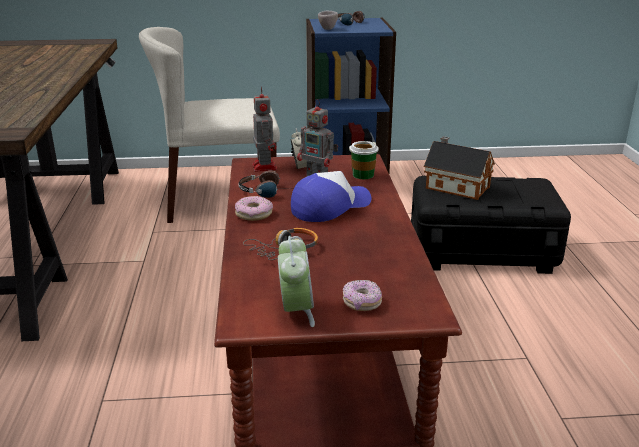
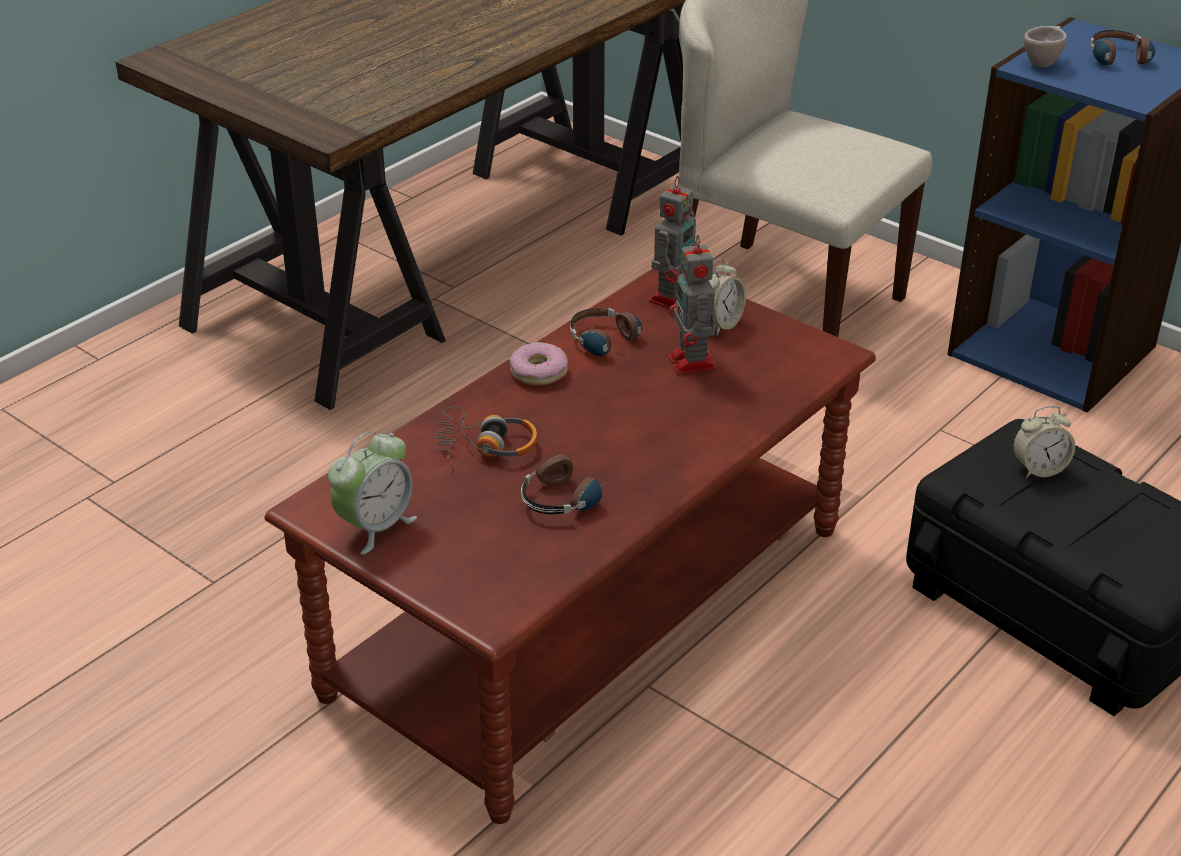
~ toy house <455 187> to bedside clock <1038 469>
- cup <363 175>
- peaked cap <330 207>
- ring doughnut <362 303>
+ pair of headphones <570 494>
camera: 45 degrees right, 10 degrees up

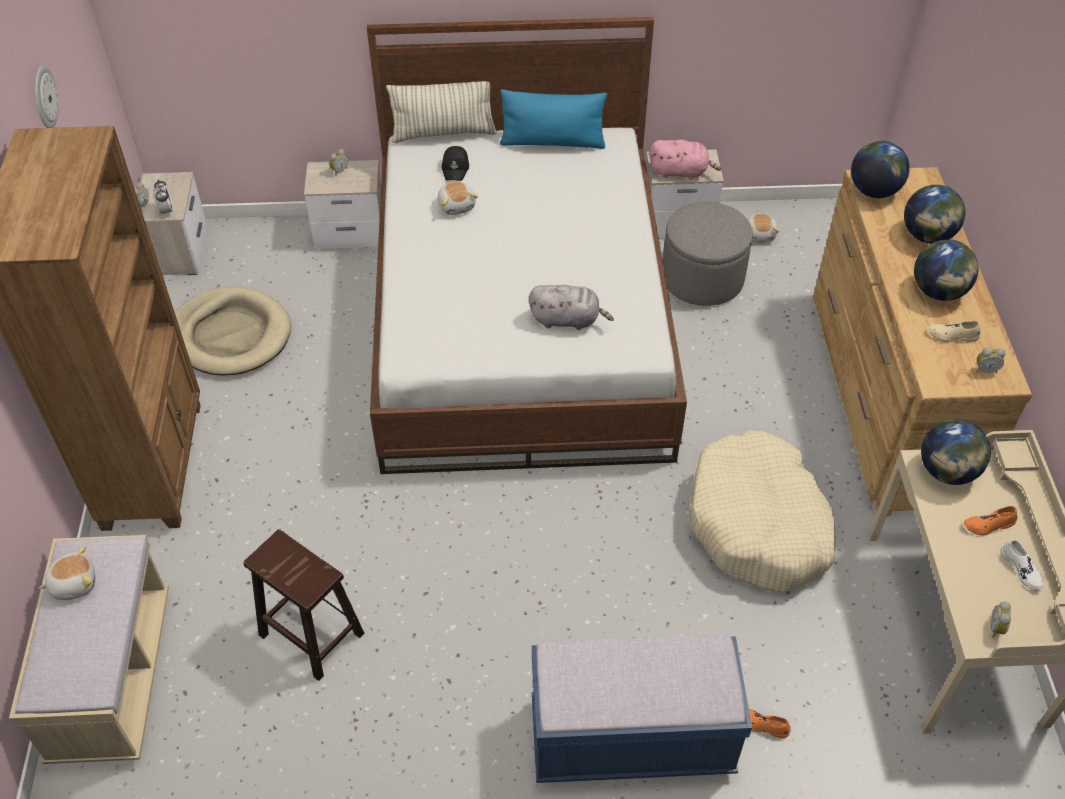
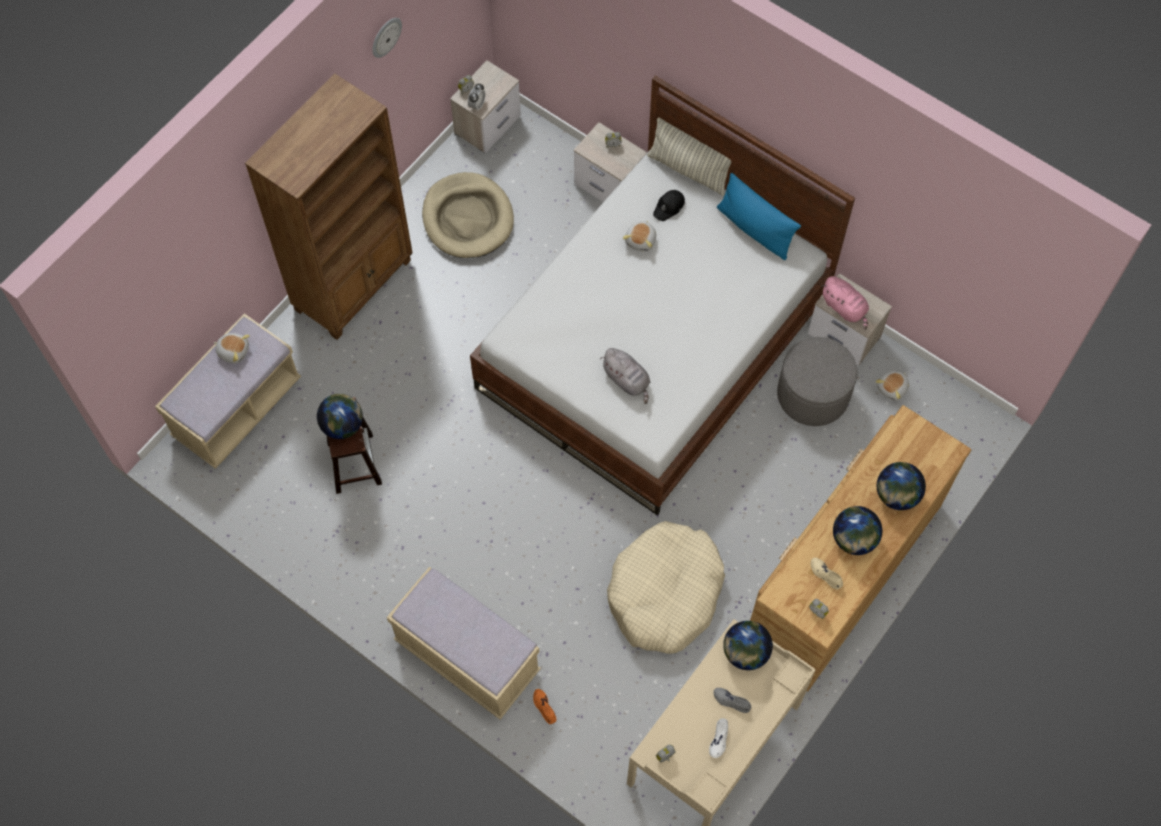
~ world globe <873 191> to <343 425>
~ orangey shoe <988 525> to grey shoe <731 701>
~ blue bench <631 739> to sand-coloured bench <467 657>
camera: 40 degrees right, 15 degrees up

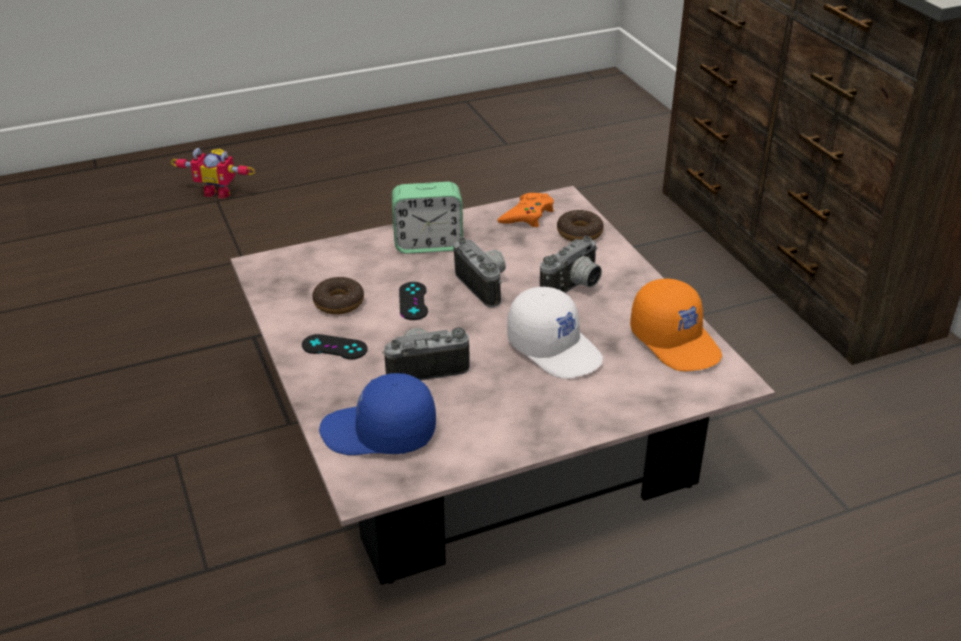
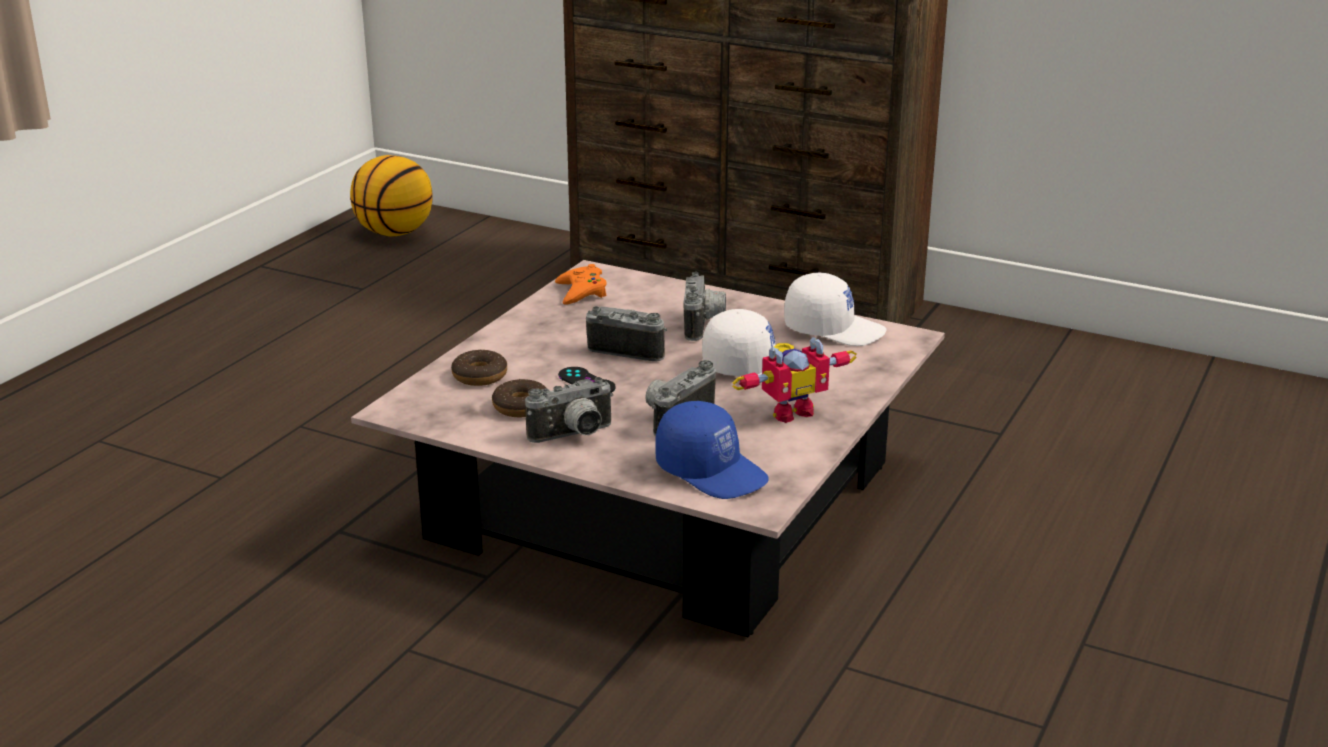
~ robot figure <219 191> to <789 411>
- bedside clock <428 244>
~ ring doughnut <579 233> to <480 376>
~ orangey peaked cap <676 341> to white-coloured peaked cap <834 329>
~ black game controller <334 347> to still camera <574 436>
~ blue peaked cap <378 433> = <712 471> 105 degrees counterclockwise
+ basketball ball <395 233>
camera: 40 degrees left, 10 degrees down

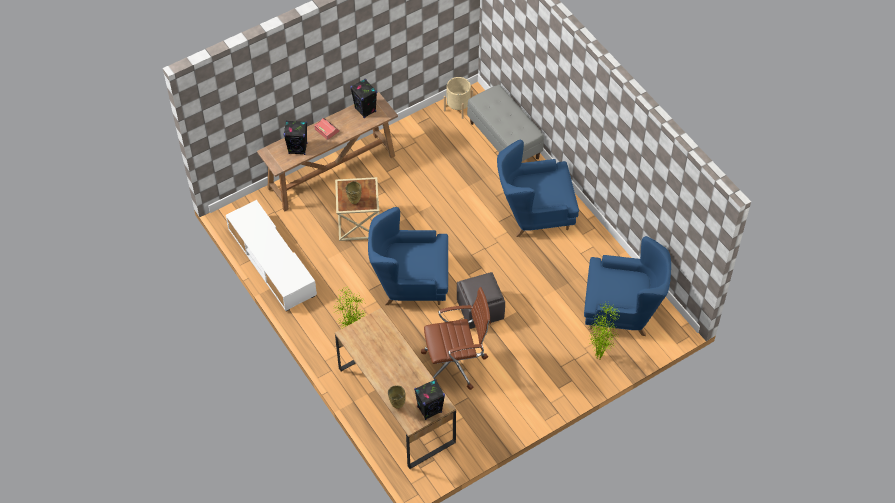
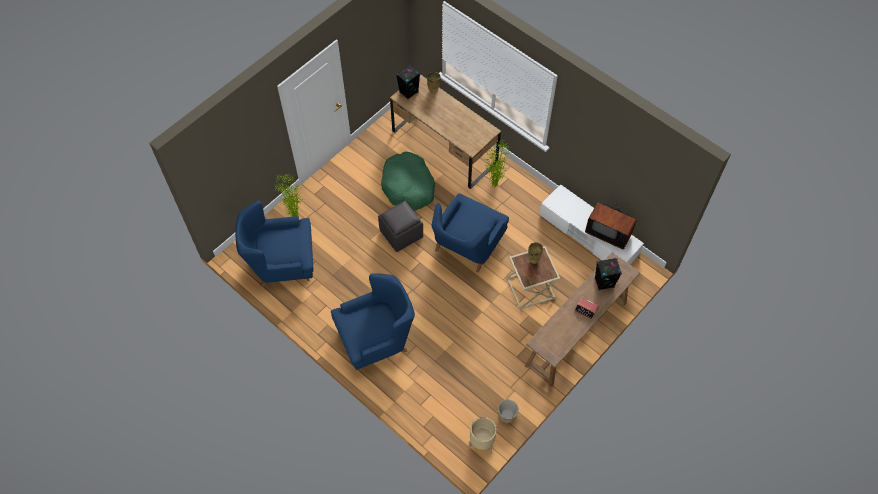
- black speaker <365 110>
- grey bench <505 140>
~ blue easy chair <410 281> = <467 245> 135 degrees clockwise
~ brown computer chair <456 363> to green pet bed <408 187>
+ TV <608 231>
+ plant pot <507 415>
camera: 165 degrees right, 5 degrees up

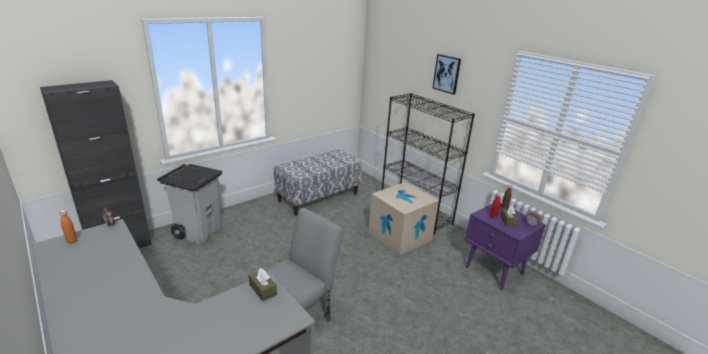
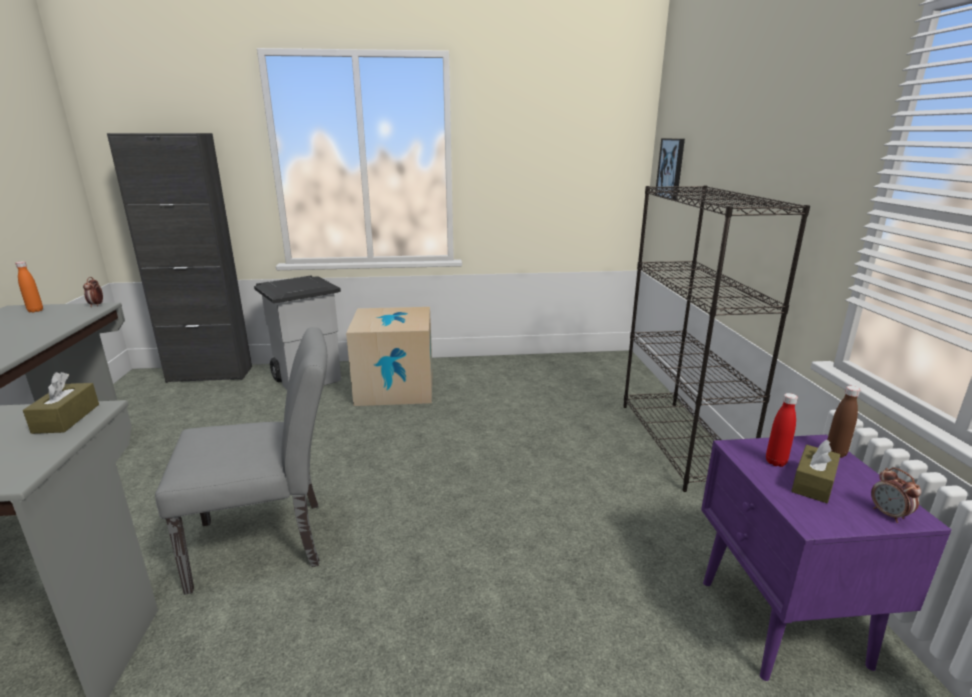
~ wall picture <447 74> to <671 168>
- bench <318 197>
~ cardboard box <400 236> to <395 387>
camera: 35 degrees right, 5 degrees down

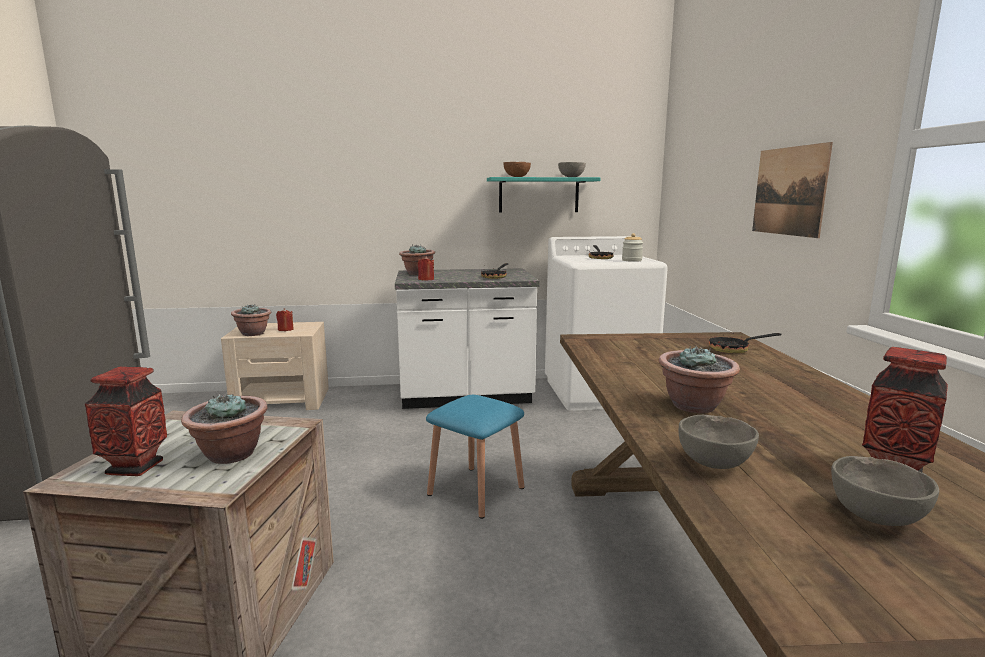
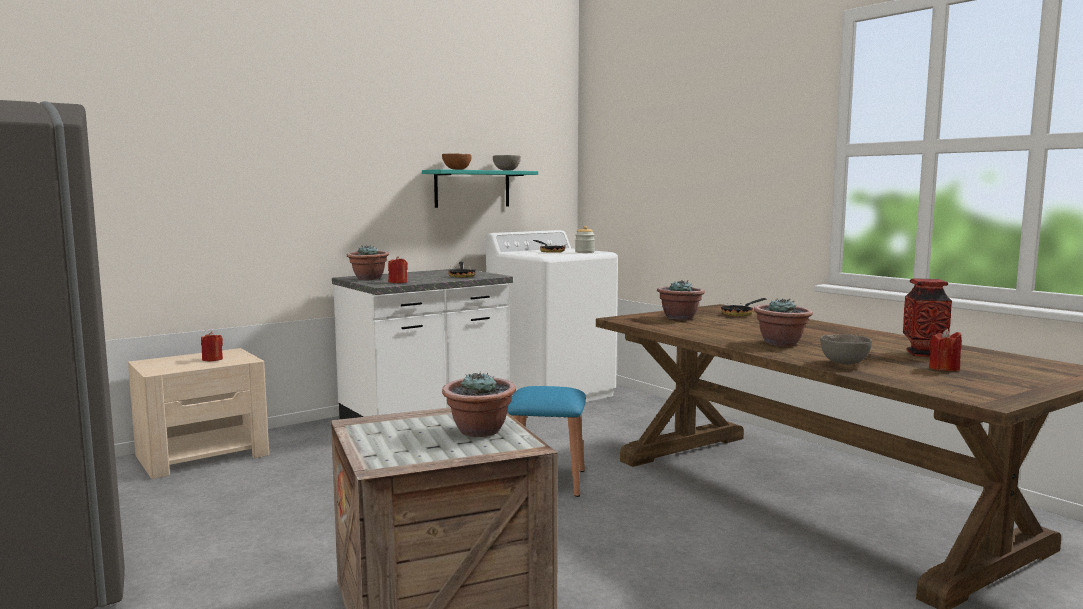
- wall picture <789 191>
~ plant in a pot <253 333> to <679 318>
- flower vase <135 467>
~ grey deep dish <877 517> to red-coloured wax light <944 368>
camera: 30 degrees left, 5 degrees down

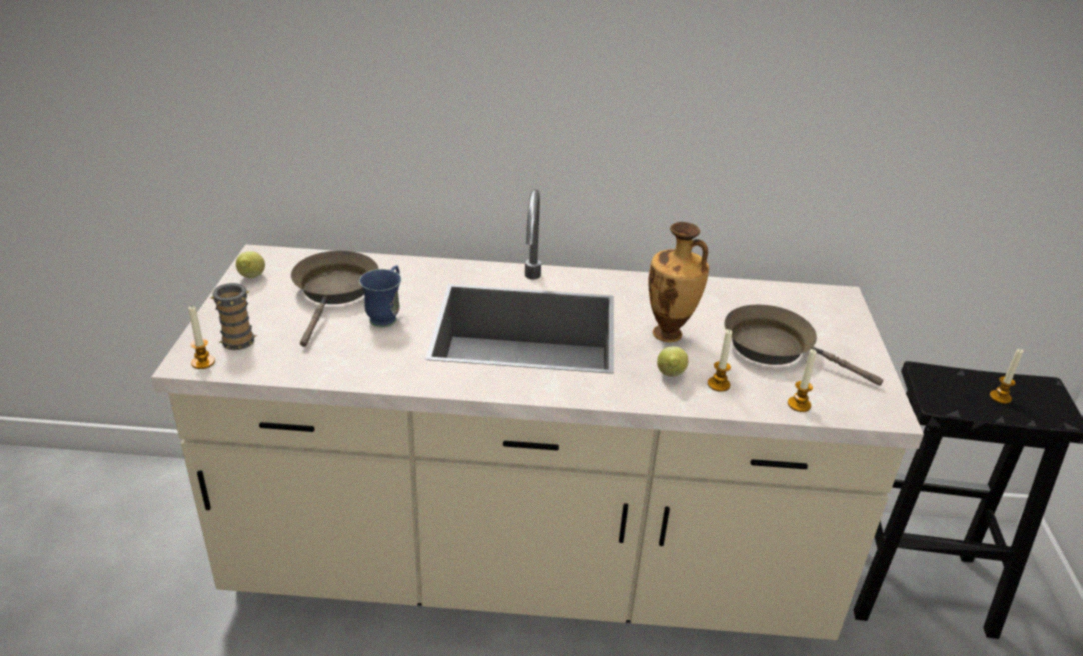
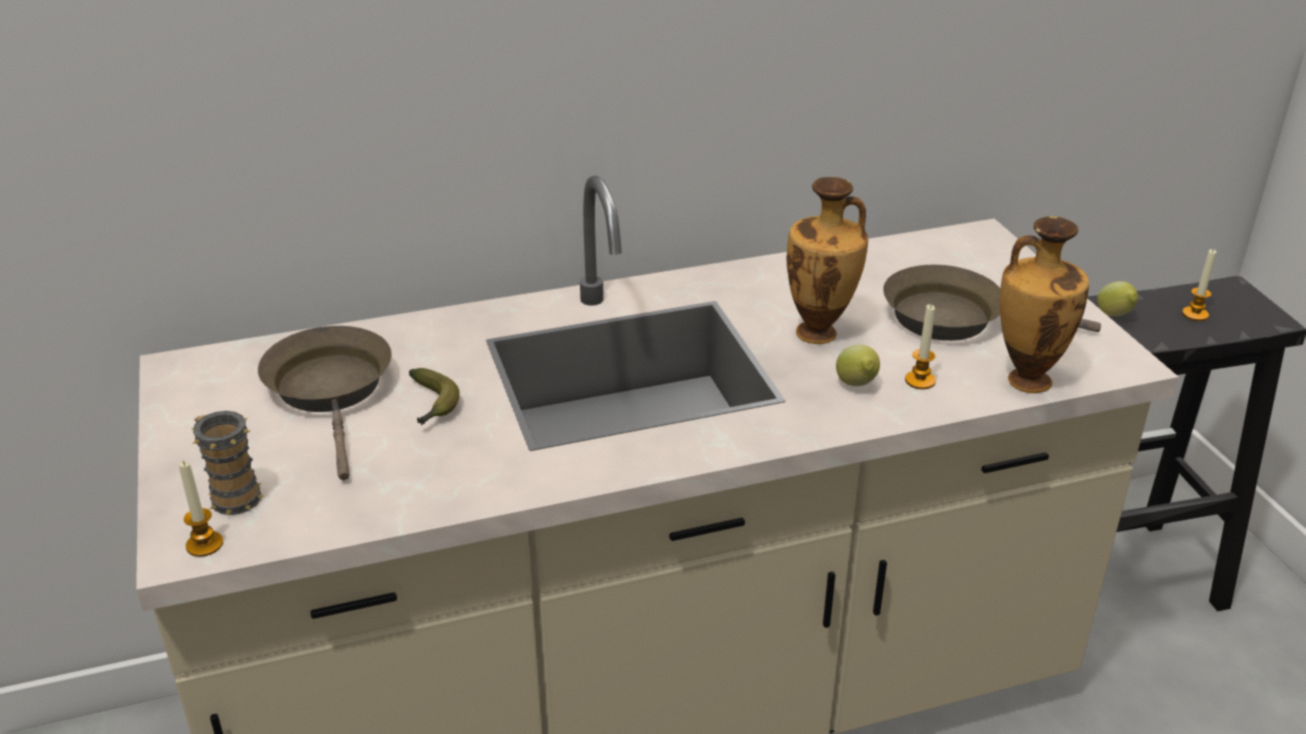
~ citrus fruit <251 278> to <1115 316>
~ blue tea mug <386 316> to whole banana <432 405>
~ wax light <799 404> to flower vase <1026 380>
camera: 20 degrees left, 0 degrees up

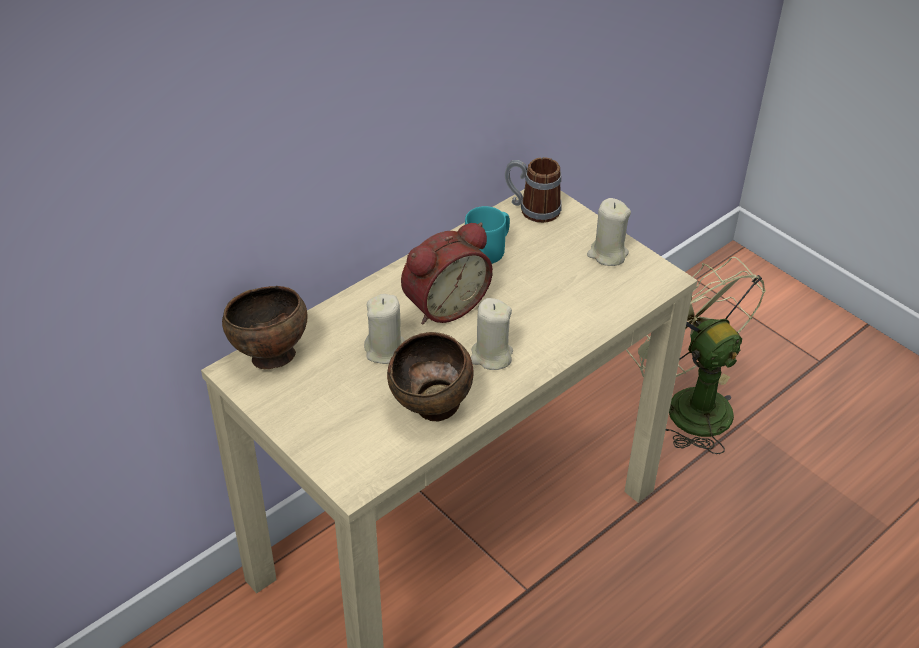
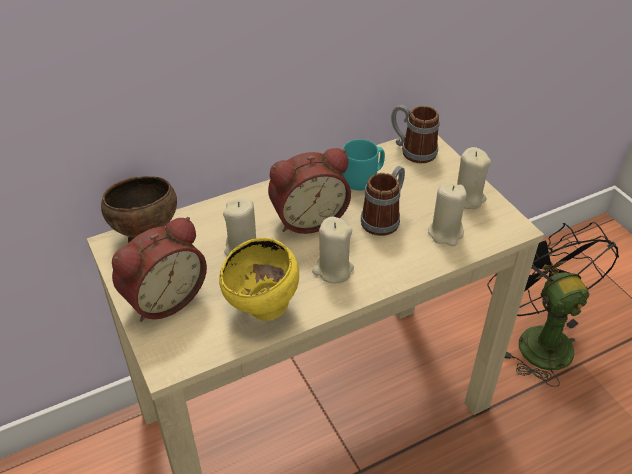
~ green fan <687 404> to black fan <536 339>
~ brown deep dish <432 409> to yellowish deep dish <263 308>
+ tea mug <384 218>
+ sand-coloured wax light <445 233>
+ bedside clock <163 298>
camera: 15 degrees right, 0 degrees up

